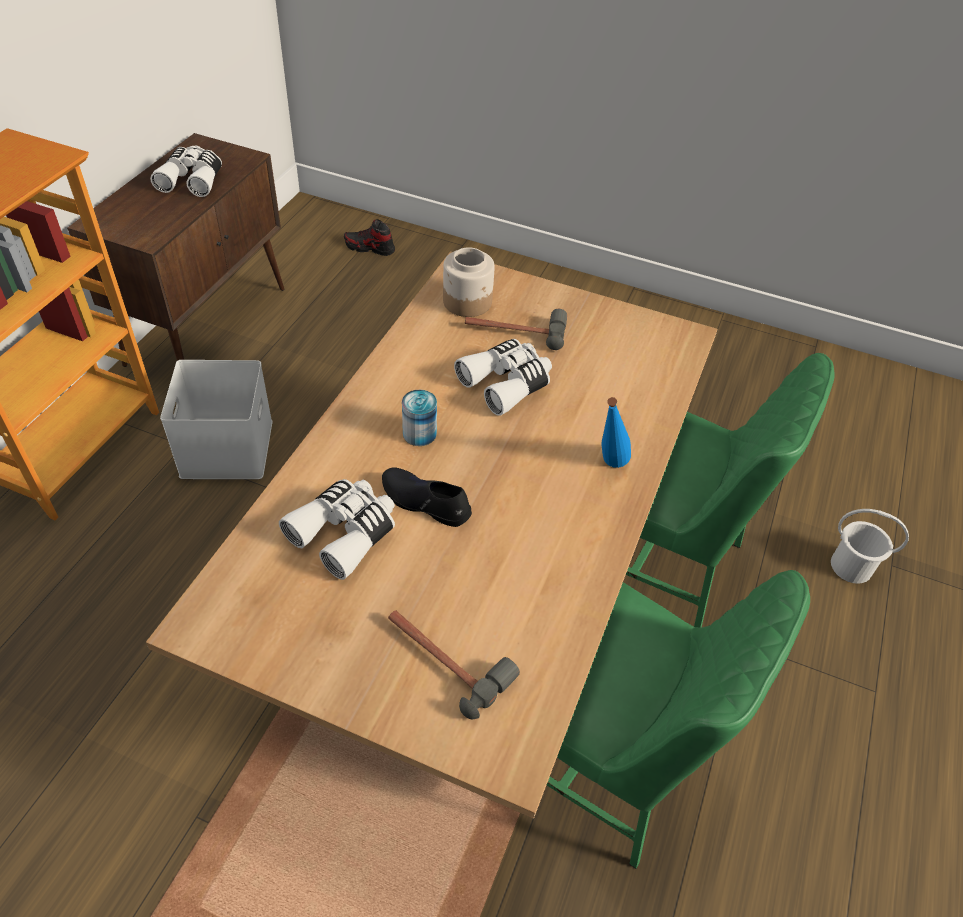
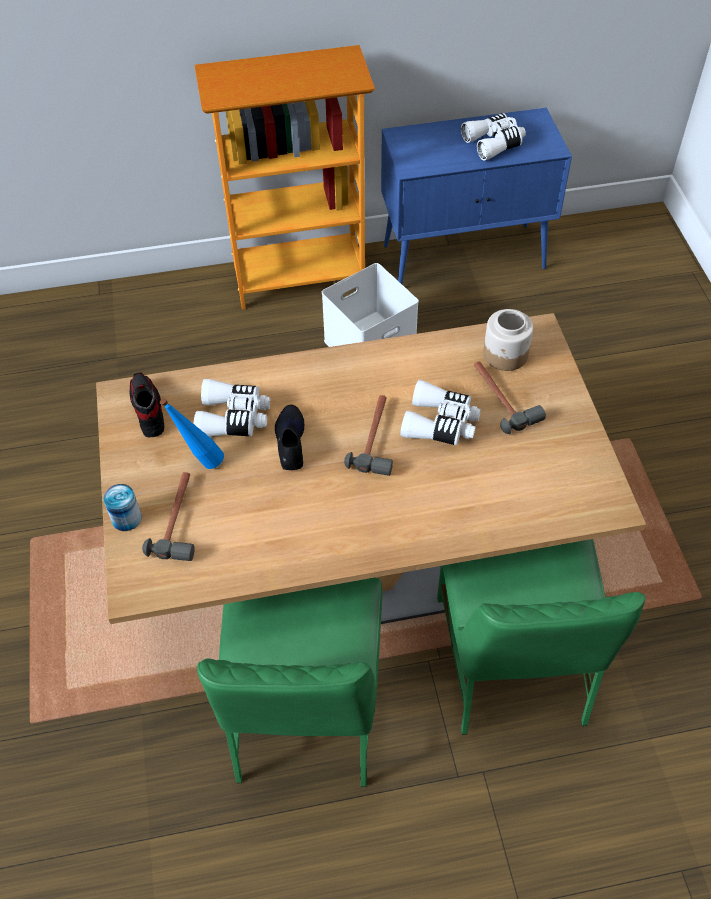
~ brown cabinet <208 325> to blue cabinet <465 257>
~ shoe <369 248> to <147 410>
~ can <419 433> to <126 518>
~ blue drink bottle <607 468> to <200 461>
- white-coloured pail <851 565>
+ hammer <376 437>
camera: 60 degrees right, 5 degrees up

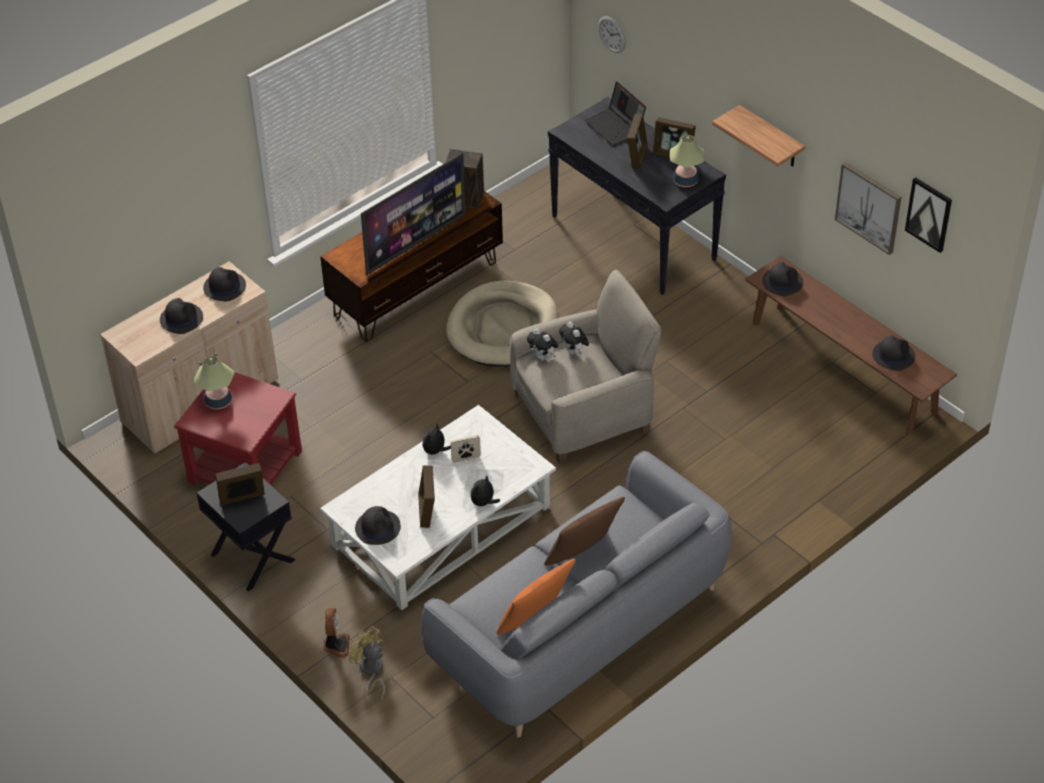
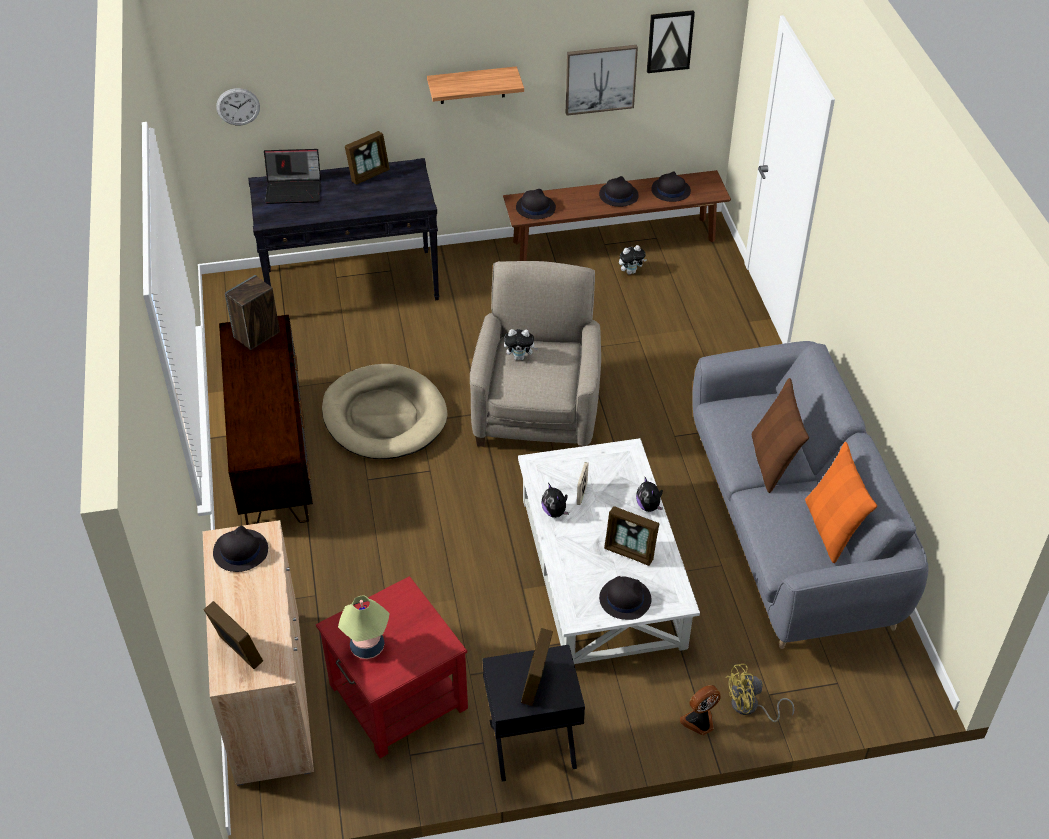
~ picture frame <637 156> to <237 652>
- table lamp <685 181>
- TV <415 243>
~ black hat <181 318> to <618 195>
~ soft toy <543 357> to <631 271>
~ fan <336 645> = <699 722> 60 degrees counterclockwise
camera: 60 degrees left, 0 degrees up

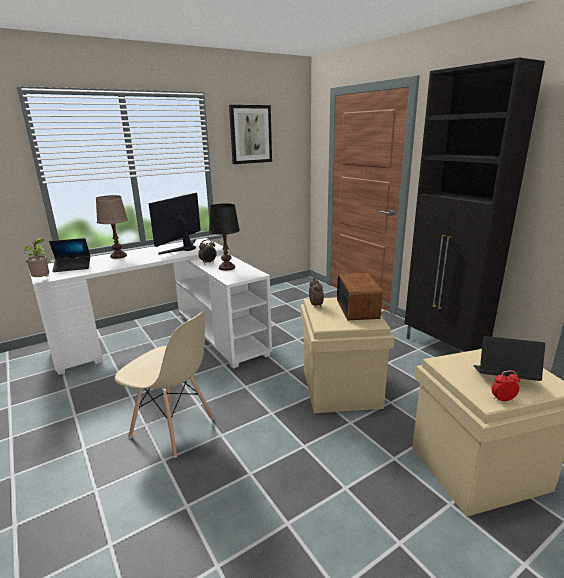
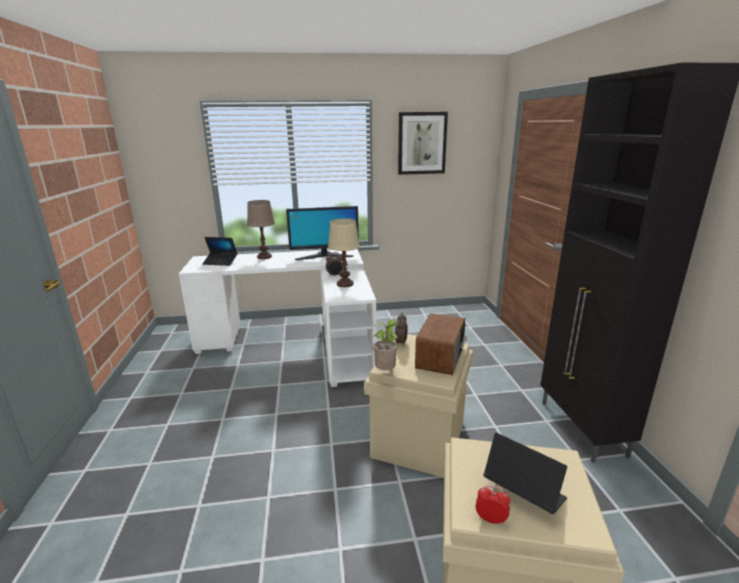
~ computer screen <183 248> = <324 256> 150 degrees counterclockwise
~ black table lamp <226 268> to sand-coloured table lamp <345 284>
~ plant in a pot <43 280> to <386 372>
- sand-coloured plain chair <173 428>
camera: 25 degrees right, 0 degrees up

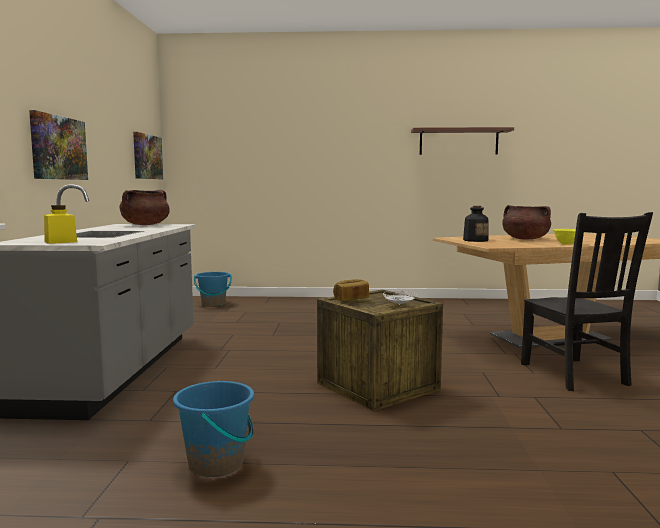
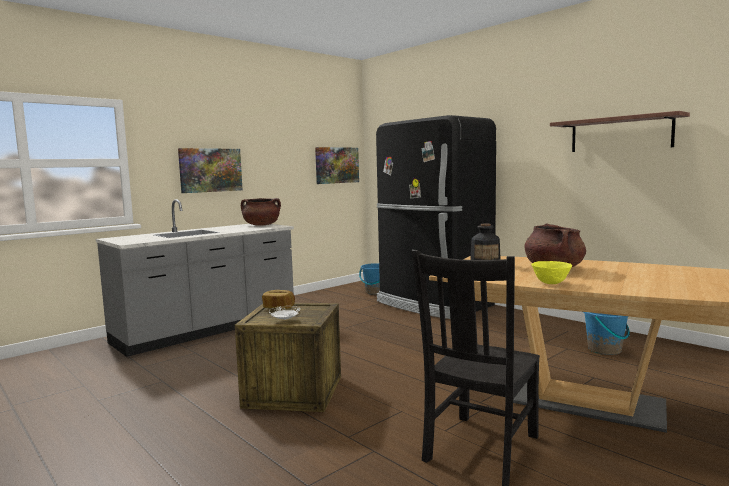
- yellowish preserve jar <61 242>
~ blue pail <216 464> to <604 350>
+ black fridge <433 304>
camera: 45 degrees right, 0 degrees up

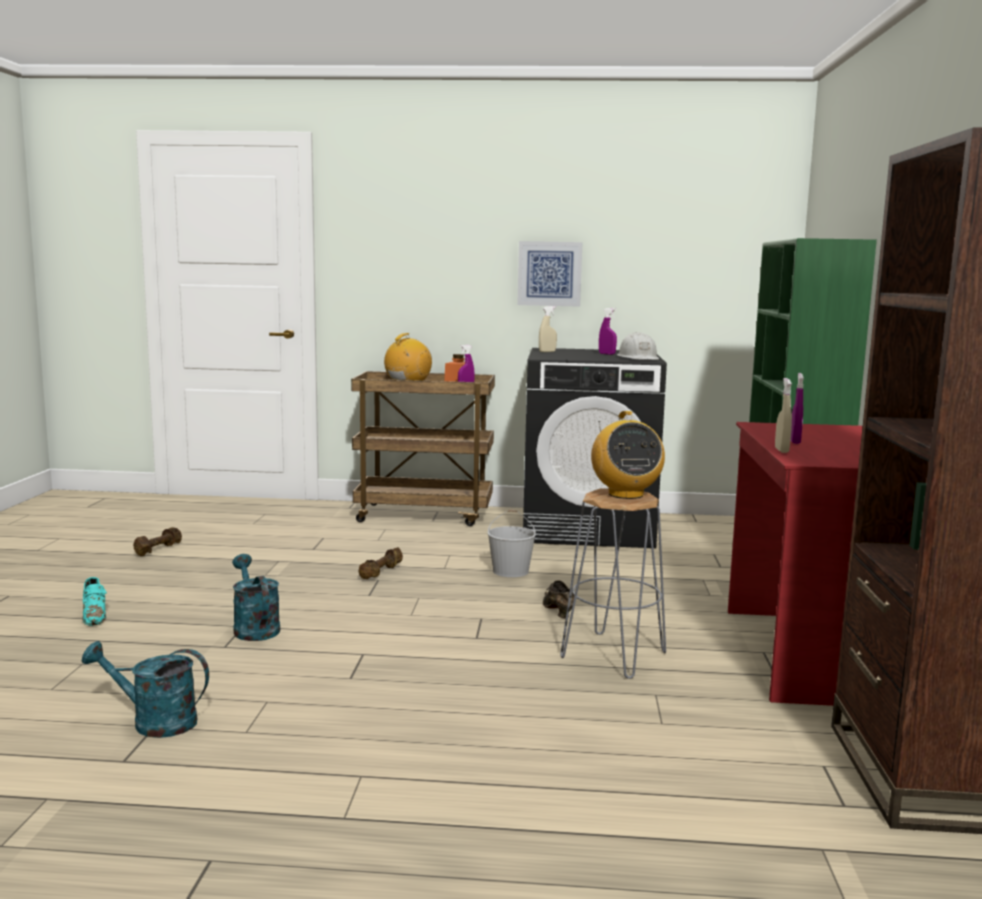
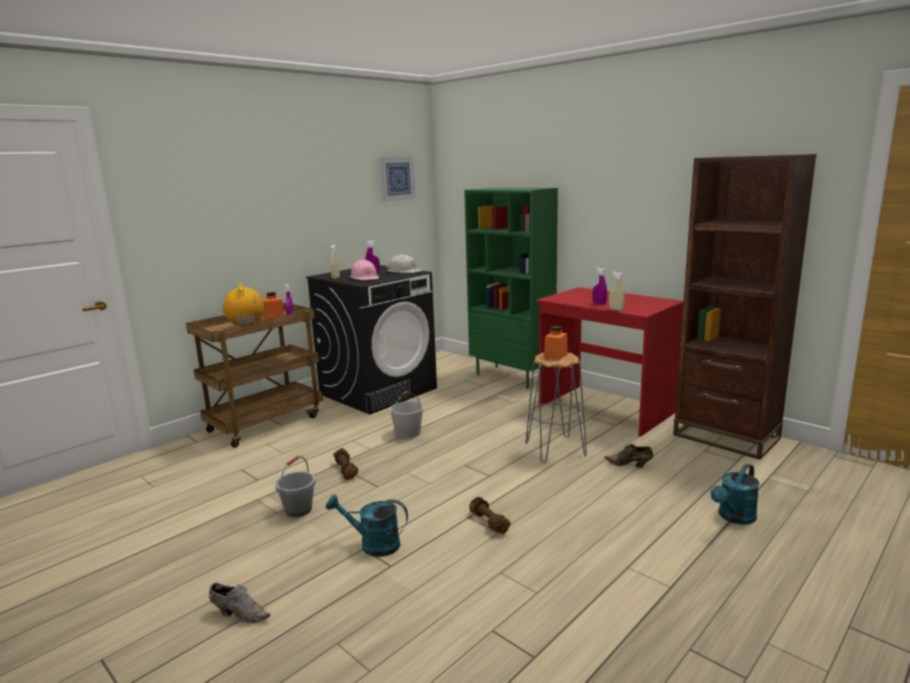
~ wall picture <549 273> to <396 178>
~ radio <625 494> to orangey preserve jar <555 355>
~ brown free weight <157 550> to <488 522>
~ turquoise-coloured shoe <95 616> to grey shoe <239 614>
~ brown shoe <557 612> to <630 465>
~ turquoise-coloured watering can <154 722> to <734 517>
+ pinkish safety helmet <365 277>
+ grey pail <298 509>
camera: 50 degrees left, 5 degrees up

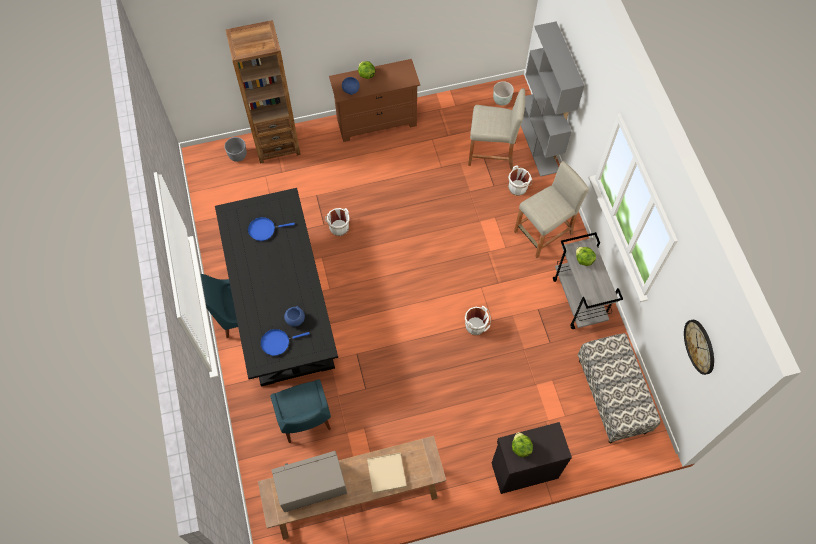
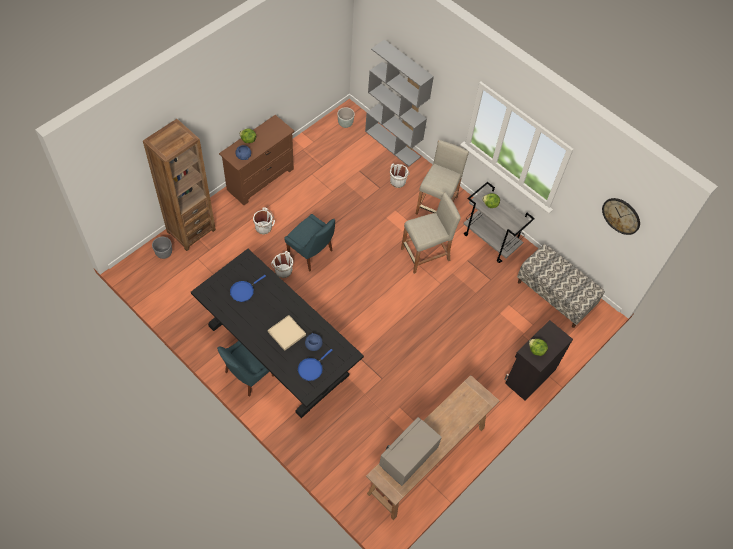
~ sand-coloured stool <492 153> to <425 255>
~ white-coloured pail <476 326> to <264 228>
~ blue plain chair <305 420> to <311 253>
~ sand-coloured tray <386 473> to <286 333>
camera: 35 degrees left, 5 degrees down

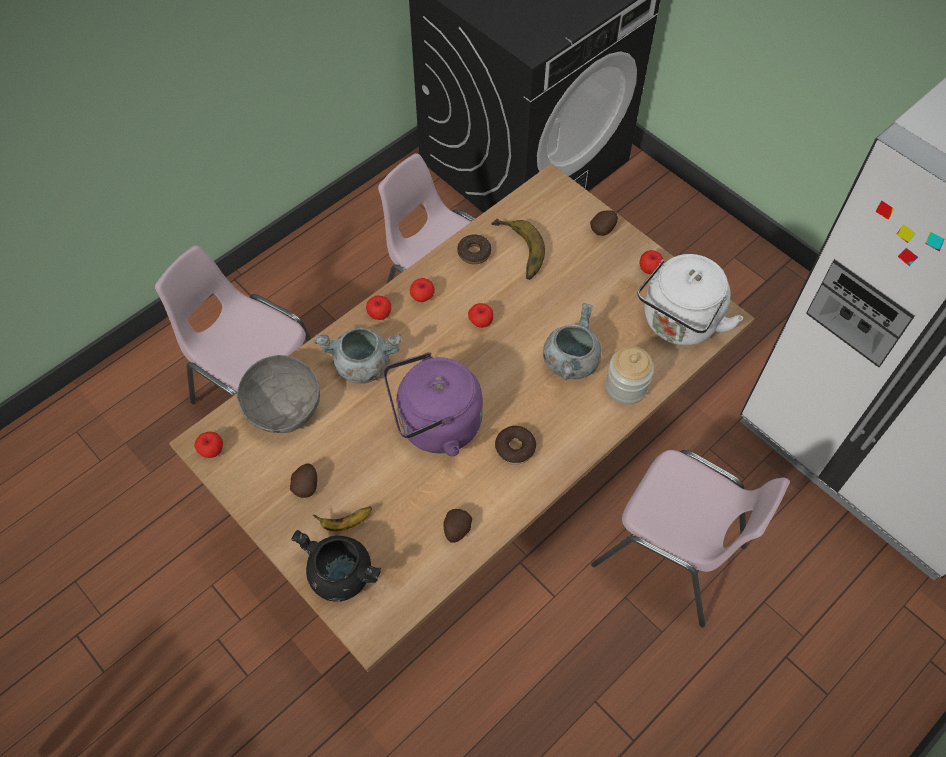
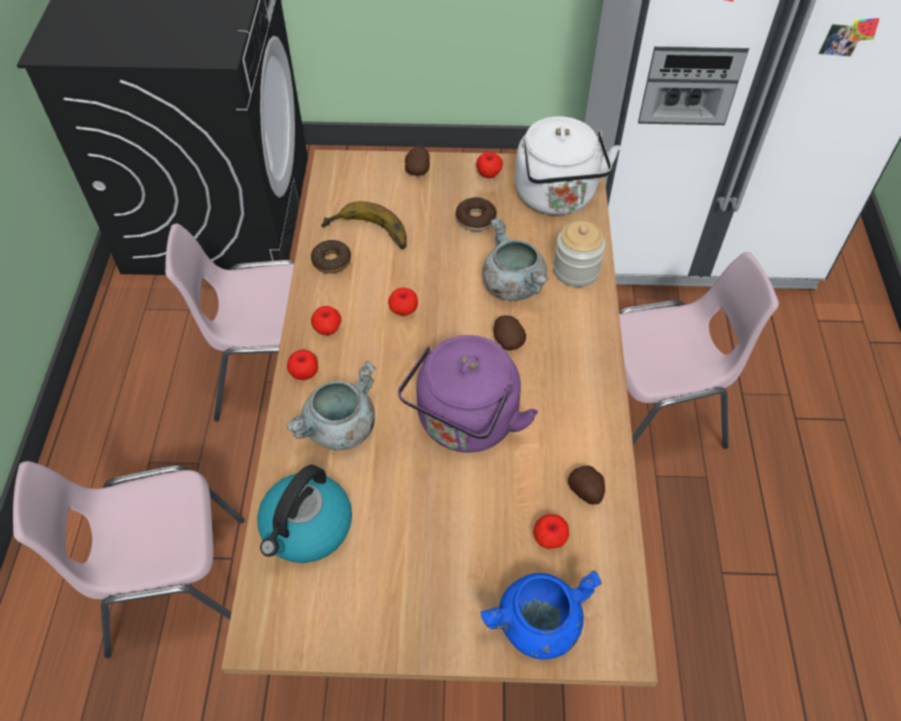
~ grey deep dish <283 407> to tea kettle <307 528>
~ ring doughnut <515 448> to <475 219>
~ whole apple <212 450> to <549 538>
~ potato <306 485> to <507 340>
- whole banana <345 523>
~ black saucepot <340 575> to blue saucepot <538 625>
camera: 45 degrees left, 5 degrees down

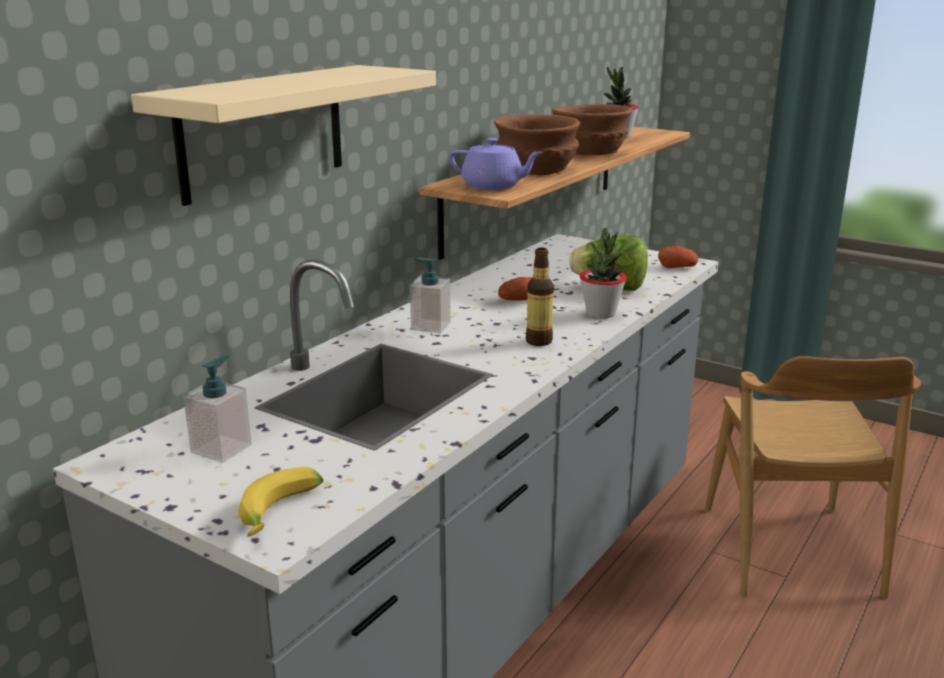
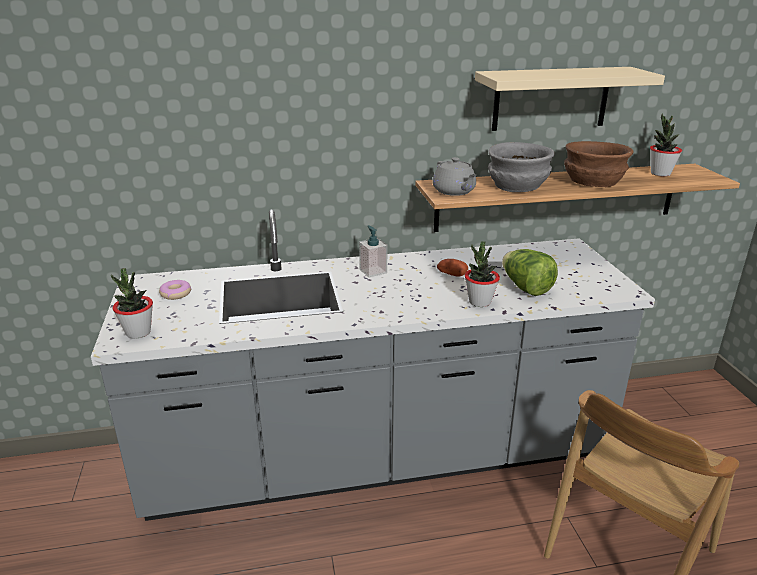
~ sand-coloured bracket shelf <263 131> to <551 99>
~ brown deep dish <537 169> to grey deep dish <518 186>
~ purple tea pot <493 186> to grey tea pot <454 191>
- potato <677 267>
- drink bottle <538 341>
~ soap dispenser <221 448> to ring doughnut <176 294>
~ whole banana <282 513> to plant in a pot <138 332>
camera: 45 degrees right, 5 degrees up

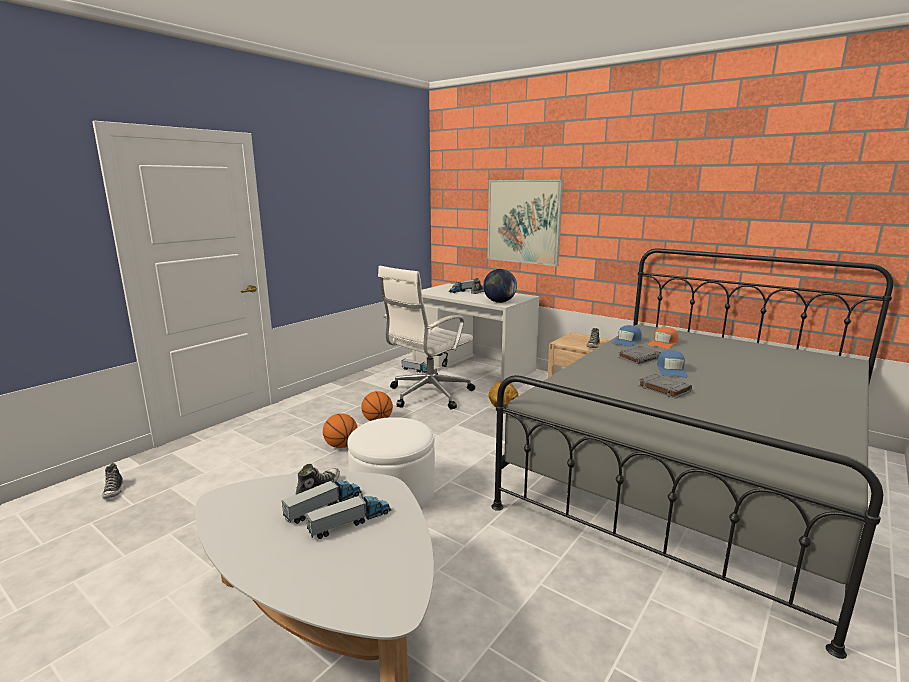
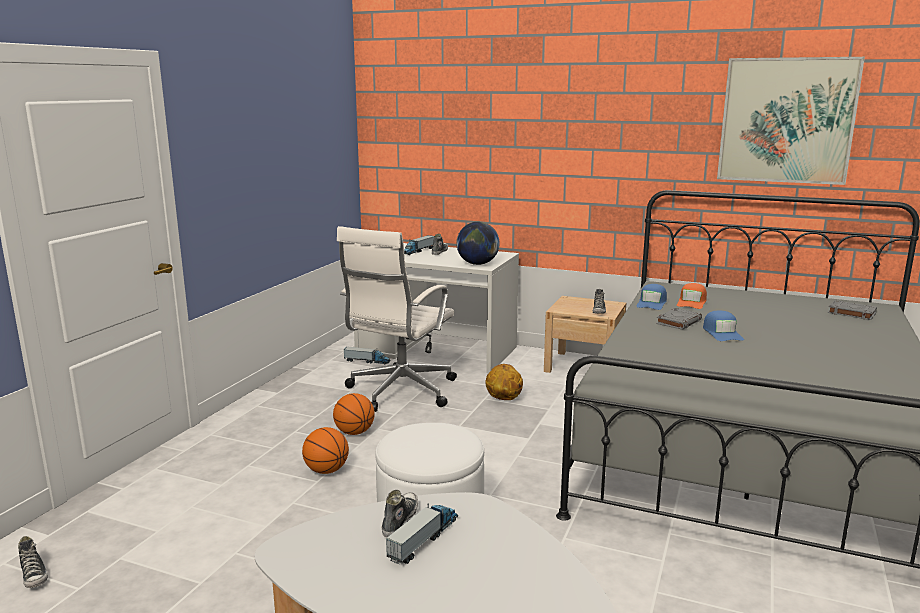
~ wall picture <524 221> to <786 120>
~ grey volume <663 389> to <851 313>
- model truck <350 522>
camera: 15 degrees left, 0 degrees up

